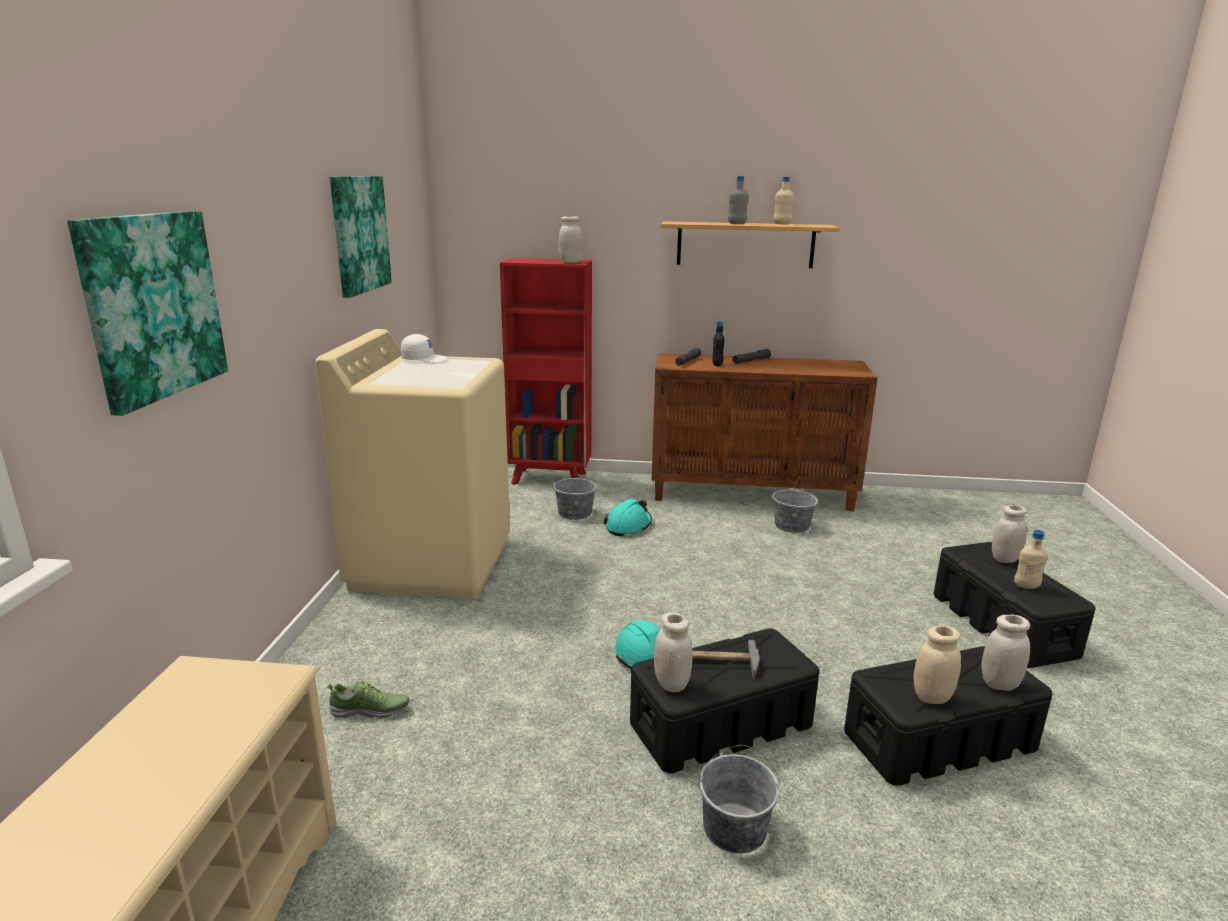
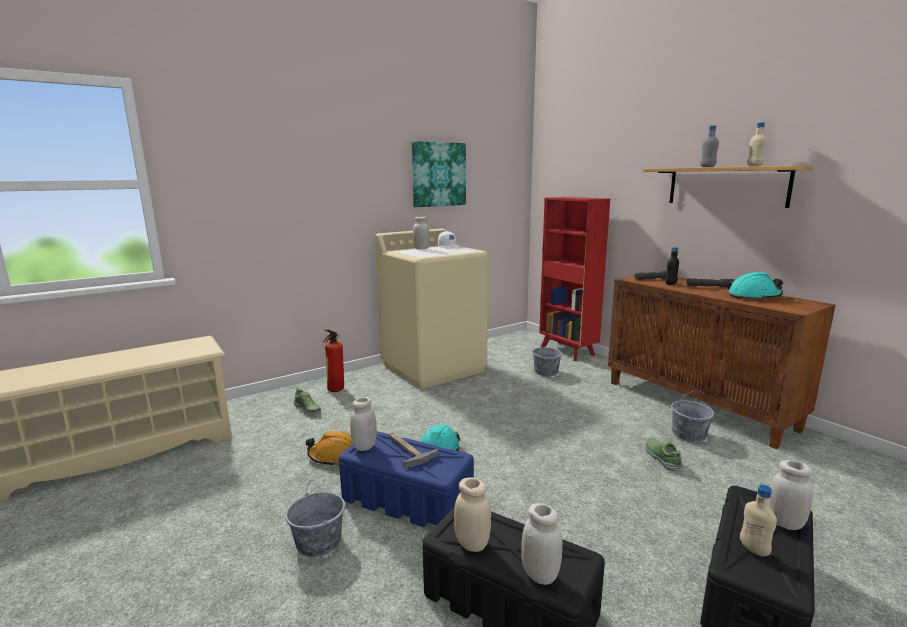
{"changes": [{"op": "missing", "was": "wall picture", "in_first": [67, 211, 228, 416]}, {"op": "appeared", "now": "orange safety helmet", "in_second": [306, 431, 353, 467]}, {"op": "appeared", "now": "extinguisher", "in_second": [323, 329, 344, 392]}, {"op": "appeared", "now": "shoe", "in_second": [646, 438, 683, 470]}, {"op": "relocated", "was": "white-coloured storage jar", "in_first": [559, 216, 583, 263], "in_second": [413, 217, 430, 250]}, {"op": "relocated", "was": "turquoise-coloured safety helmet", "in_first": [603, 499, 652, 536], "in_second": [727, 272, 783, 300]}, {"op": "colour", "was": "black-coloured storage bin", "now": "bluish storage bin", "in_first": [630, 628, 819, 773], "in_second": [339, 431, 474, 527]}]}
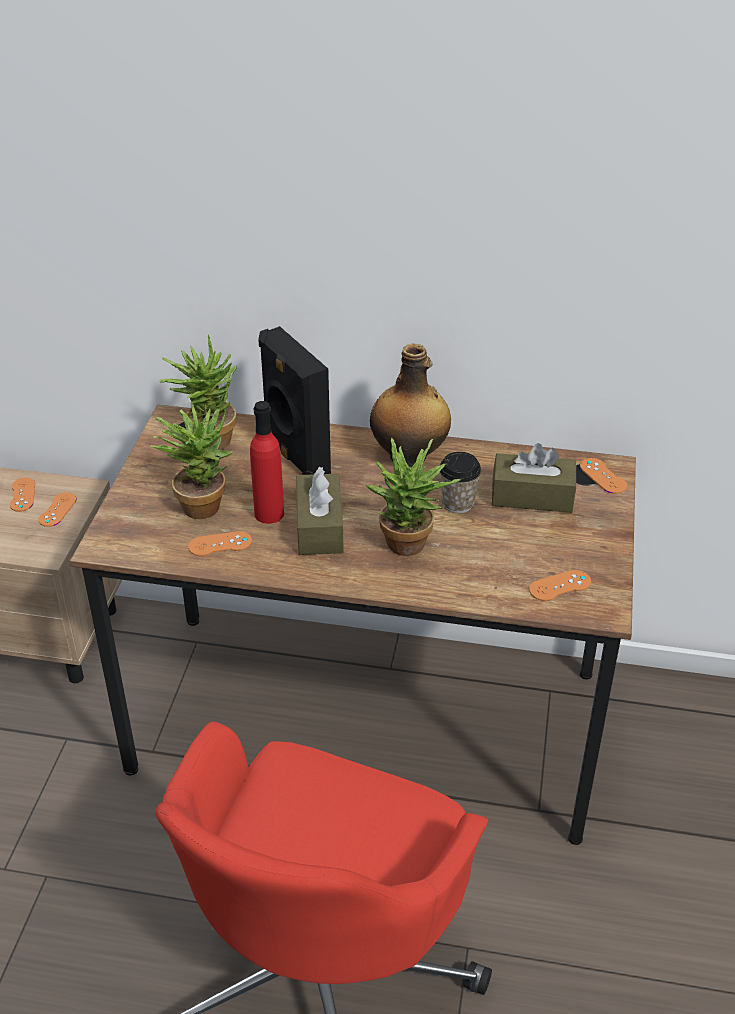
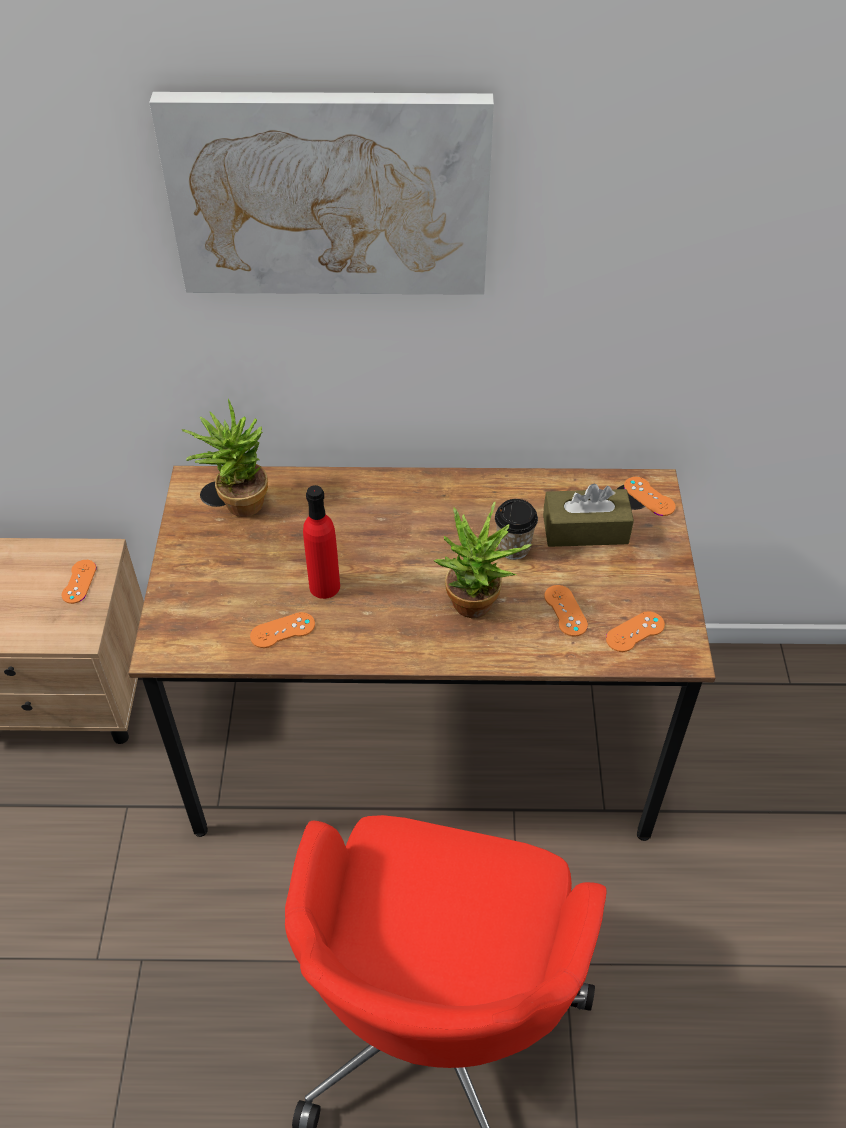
{"changes": [{"op": "missing", "was": "plant in a pot", "in_first": [151, 402, 233, 519]}, {"op": "missing", "was": "black-coloured loudspeaker", "in_first": [258, 326, 331, 475]}, {"op": "missing", "was": "brownish tissue holder", "in_first": [296, 467, 344, 555]}, {"op": "missing", "was": "drink bottle", "in_first": [370, 343, 451, 467]}, {"op": "appeared", "now": "wall picture", "in_second": [149, 92, 494, 295]}, {"op": "relocated", "was": "orange game controller", "in_first": [10, 478, 35, 512], "in_second": [544, 585, 588, 636]}]}
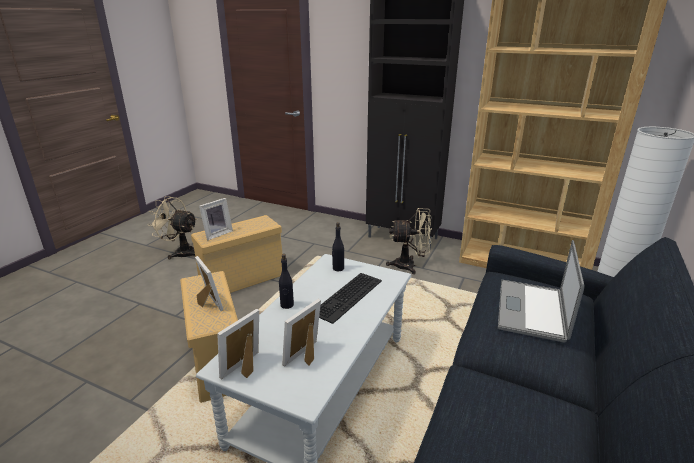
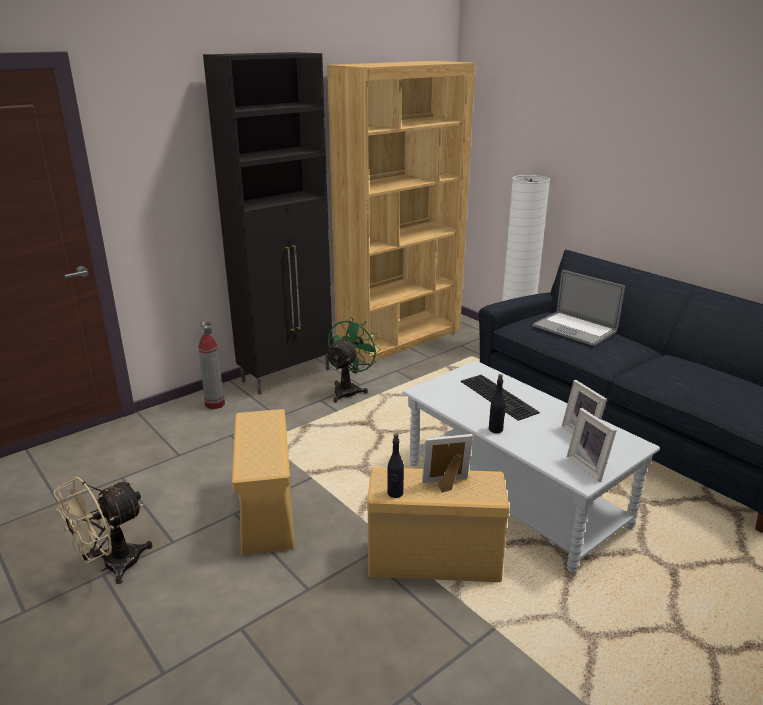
{"changes": [{"op": "missing", "was": "picture frame", "in_first": [199, 198, 233, 240]}, {"op": "appeared", "now": "extinguisher", "in_second": [199, 319, 225, 409]}, {"op": "relocated", "was": "black-coloured drink bottle", "in_first": [332, 222, 344, 271], "in_second": [387, 433, 404, 498]}, {"op": "colour", "was": "beige cooling fan", "now": "green-coloured cooling fan", "in_first": [386, 208, 432, 274], "in_second": [325, 317, 381, 403]}]}
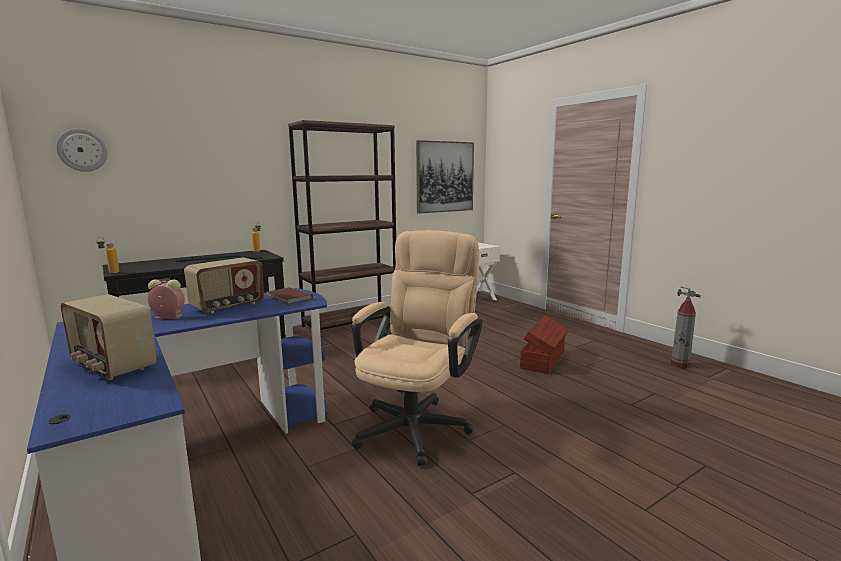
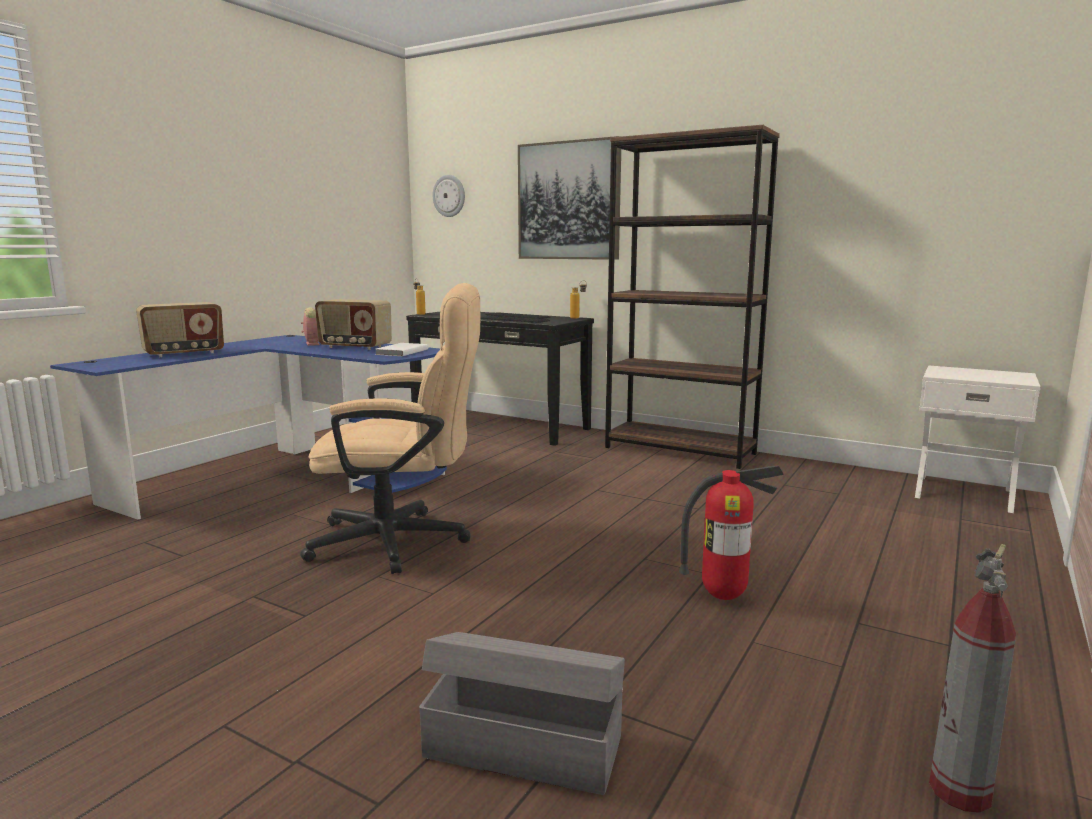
{"changes": [{"op": "appeared", "now": "gray storage bin", "in_second": [419, 632, 625, 795]}, {"op": "relocated", "was": "wall picture", "in_first": [416, 140, 474, 214], "in_second": [518, 136, 621, 260]}, {"op": "exchanged", "was": "brownish storage bin", "now": "extinguisher", "in_first": [520, 315, 569, 374], "in_second": [679, 465, 784, 600]}, {"op": "colour", "was": "brownish bound book", "now": "white-coloured bound book", "in_first": [266, 287, 313, 304], "in_second": [375, 343, 428, 356]}, {"op": "spun", "was": "radio receiver", "in_first": [61, 294, 157, 380], "in_second": [136, 302, 224, 357], "clockwise": -135}]}
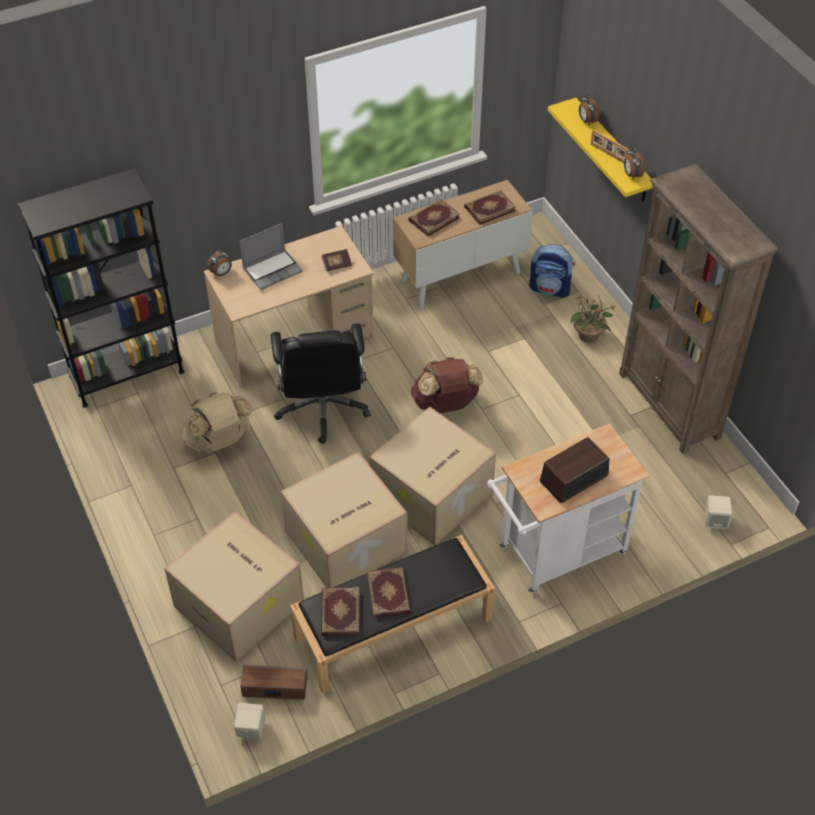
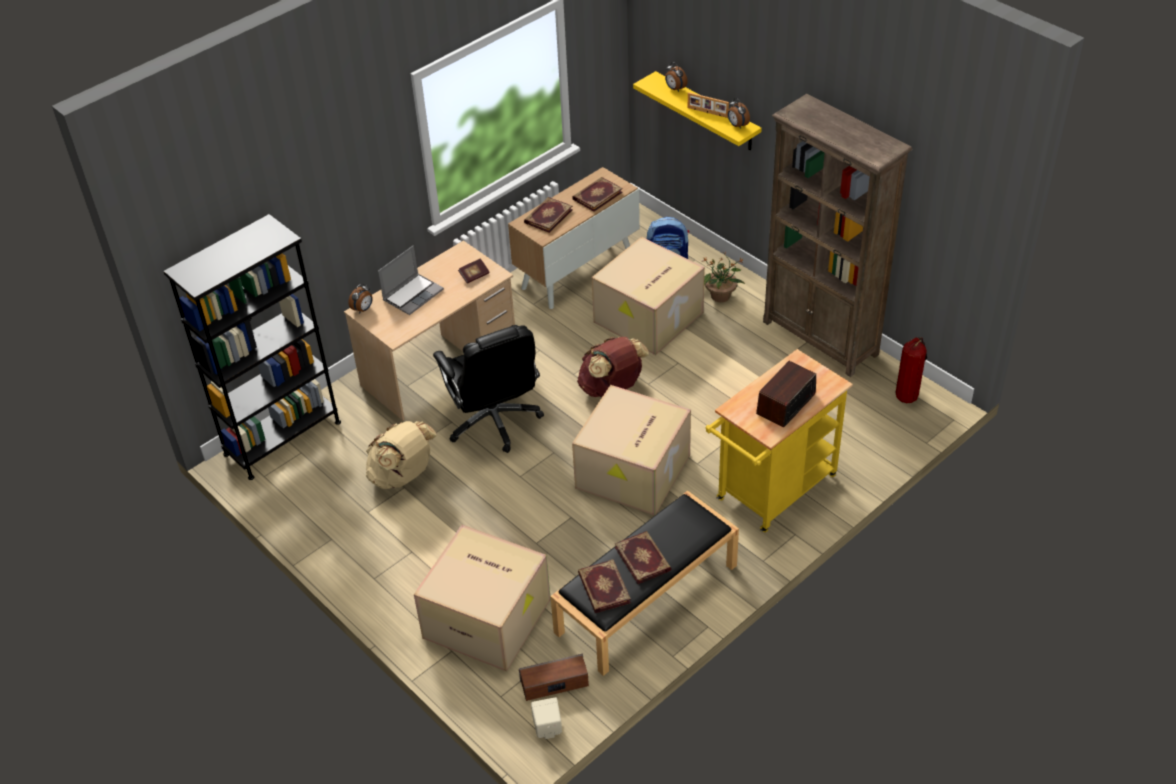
{"changes": [{"op": "missing", "was": "beige loudspeaker", "in_first": [705, 495, 732, 529]}, {"op": "appeared", "now": "extinguisher", "in_second": [896, 337, 927, 403]}, {"op": "relocated", "was": "carton", "in_first": [281, 452, 407, 587], "in_second": [592, 237, 705, 355]}, {"op": "colour", "was": "white-coloured wheeled cart", "now": "yellow wheeled cart", "in_first": [487, 423, 650, 593], "in_second": [706, 349, 853, 533]}]}
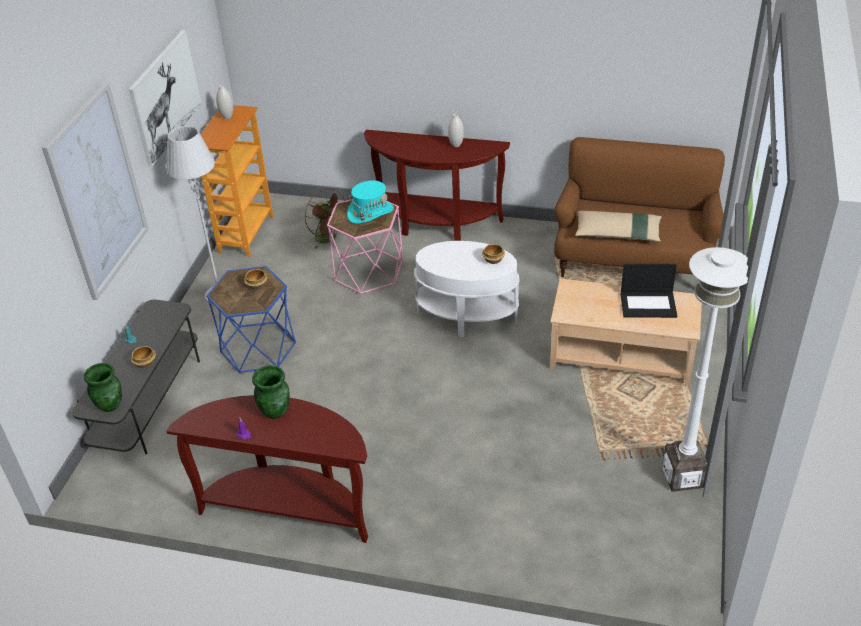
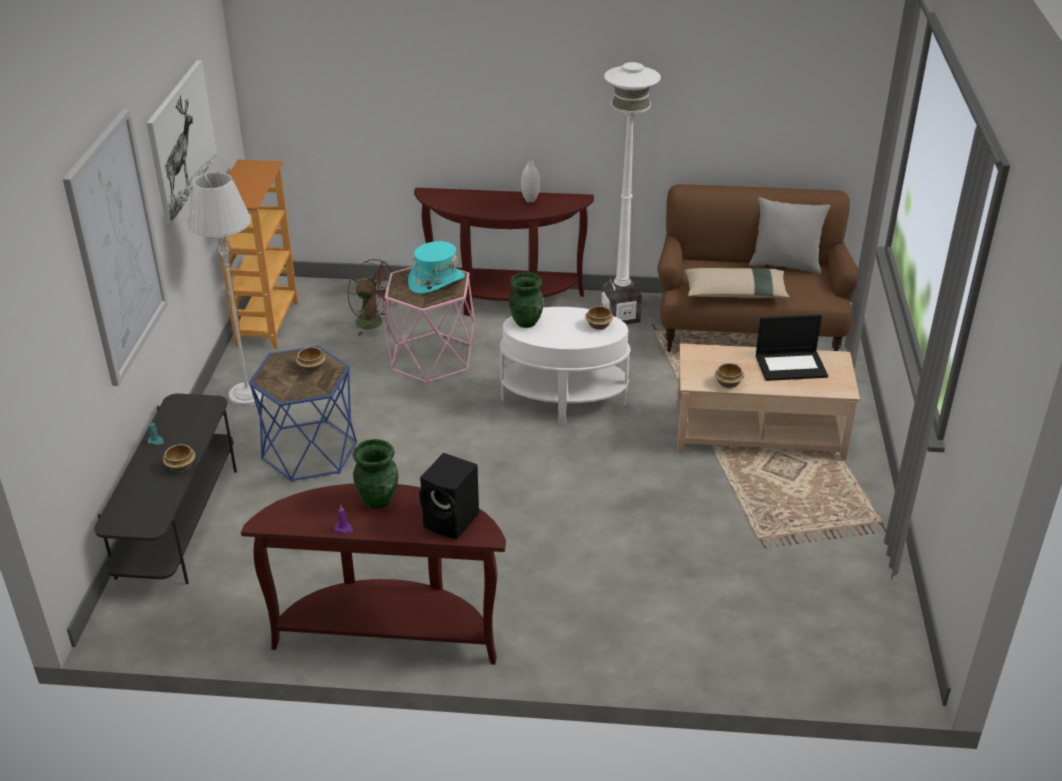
{"changes": [{"op": "missing", "was": "white-coloured flower vase", "in_first": [216, 85, 233, 119]}, {"op": "appeared", "now": "black-coloured loudspeaker", "in_second": [419, 453, 479, 539]}, {"op": "appeared", "now": "serving bowl", "in_second": [715, 363, 744, 388]}, {"op": "appeared", "now": "gray cushion", "in_second": [749, 197, 830, 274]}, {"op": "relocated", "was": "green-coloured flower vase", "in_first": [84, 363, 122, 412], "in_second": [509, 272, 543, 328]}, {"op": "relocated", "was": "white-coloured standing lamp", "in_first": [662, 247, 748, 492], "in_second": [601, 62, 661, 324]}]}
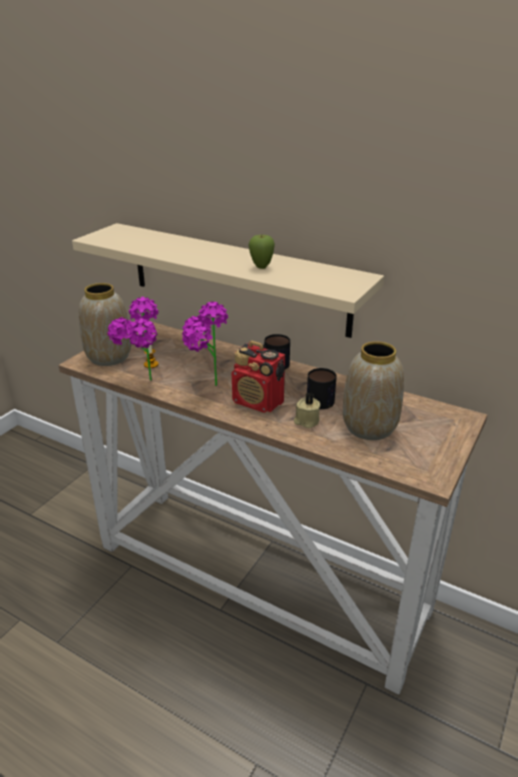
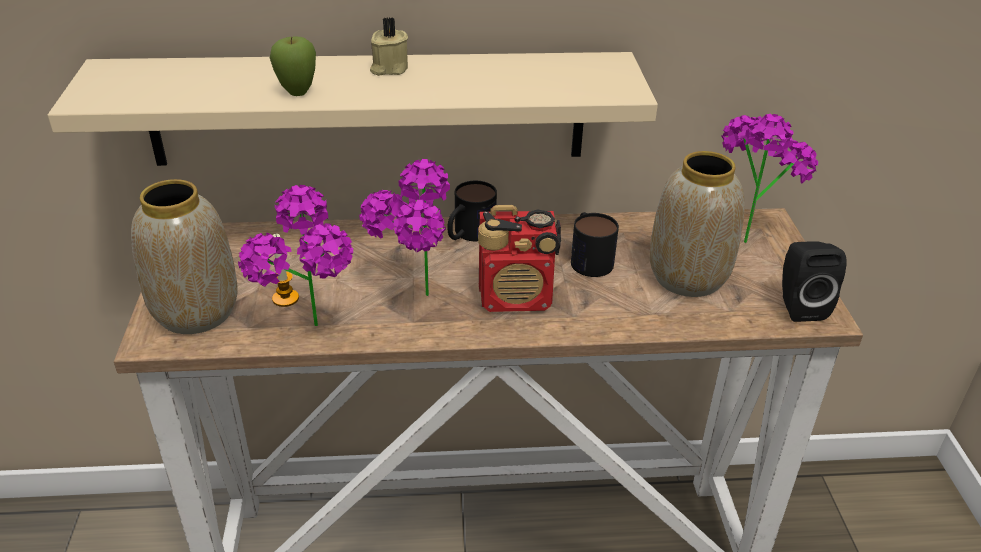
{"changes": [{"op": "appeared", "now": "plant in a pot", "in_second": [721, 114, 818, 243]}, {"op": "appeared", "now": "black-coloured loudspeaker", "in_second": [782, 241, 847, 322]}, {"op": "relocated", "was": "whole apple", "in_first": [249, 235, 275, 269], "in_second": [270, 37, 316, 96]}, {"op": "relocated", "was": "beige wax light", "in_first": [294, 393, 320, 428], "in_second": [370, 17, 408, 76]}]}
